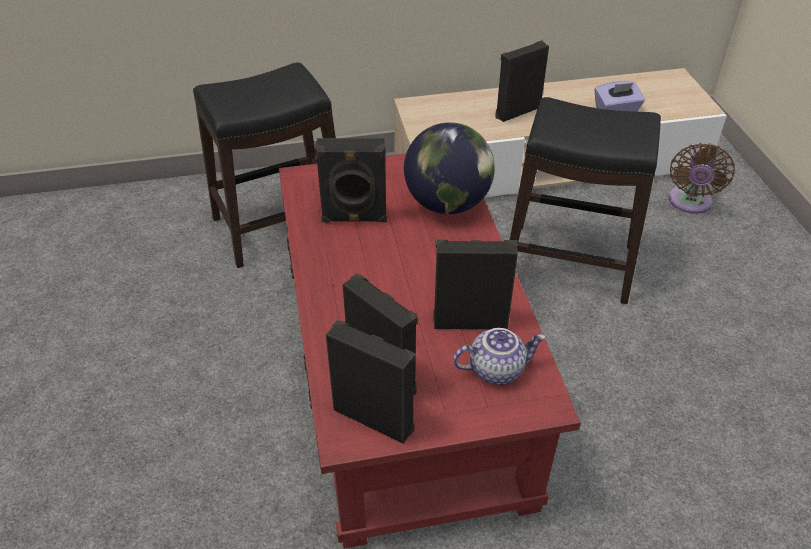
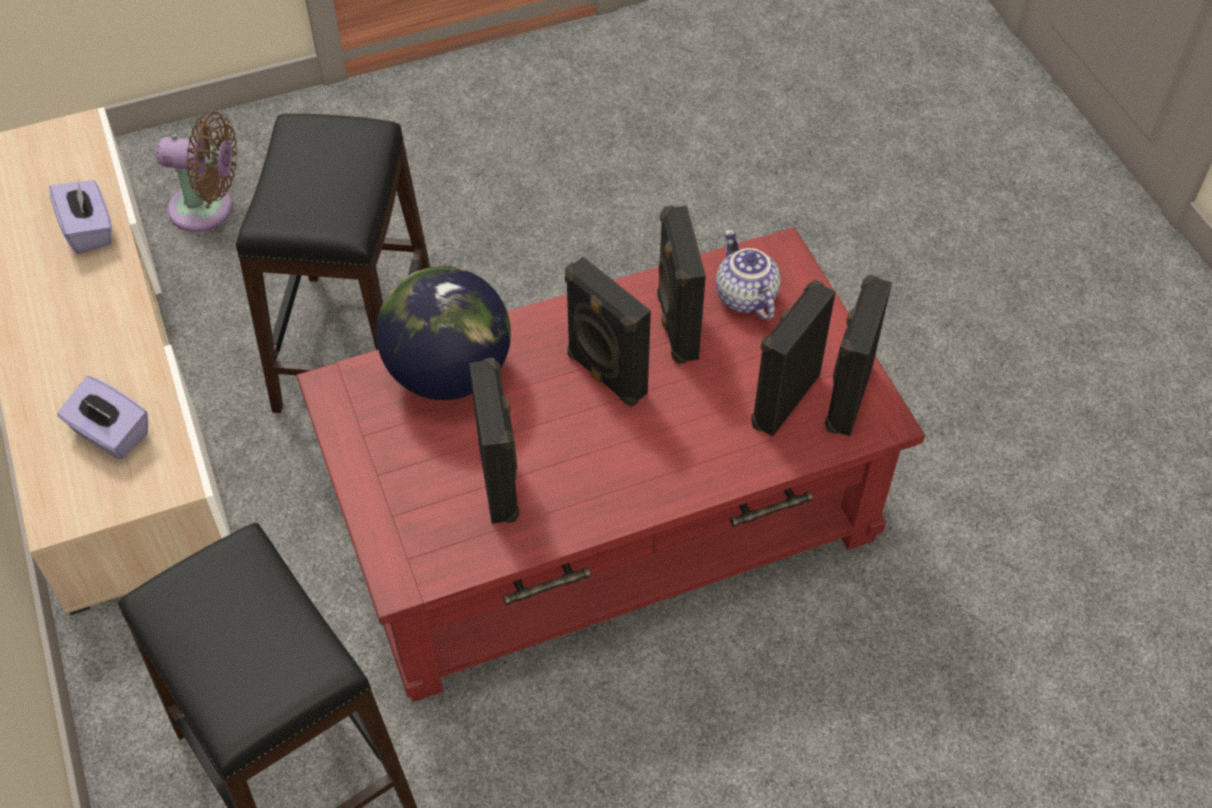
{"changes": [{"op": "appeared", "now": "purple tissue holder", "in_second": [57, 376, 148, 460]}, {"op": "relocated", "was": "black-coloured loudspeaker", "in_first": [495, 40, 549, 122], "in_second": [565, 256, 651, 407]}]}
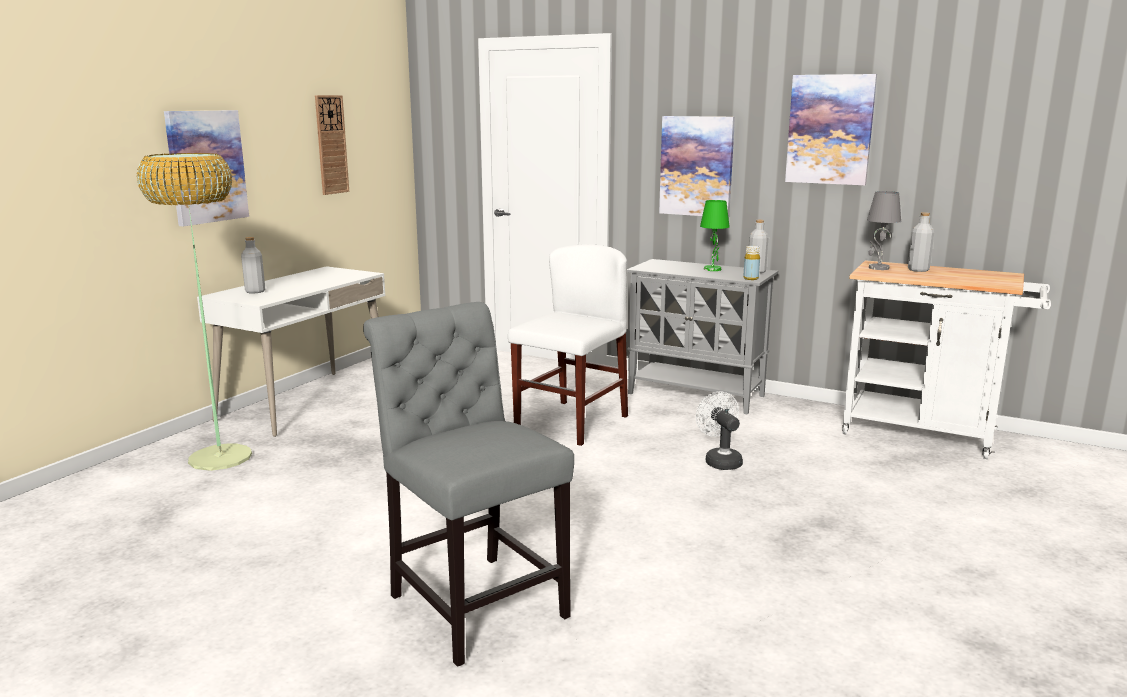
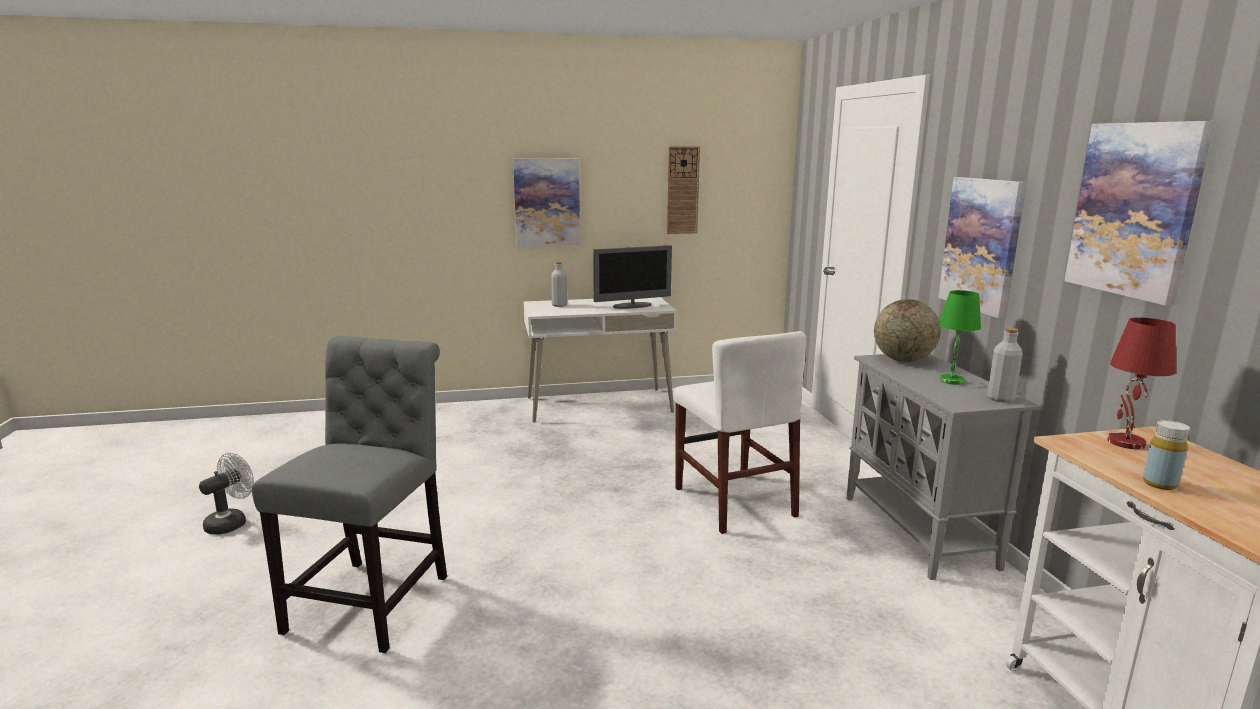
{"changes": [{"op": "missing", "was": "standing lamp", "in_first": [137, 153, 252, 471]}, {"op": "missing", "was": "gray drink bottle", "in_first": [908, 212, 934, 272]}, {"op": "appeared", "now": "monitor", "in_second": [593, 245, 672, 309]}, {"op": "appeared", "now": "world globe", "in_second": [874, 299, 941, 362]}, {"op": "relocated", "was": "white-coloured cooling fan", "in_first": [696, 391, 743, 470], "in_second": [199, 453, 254, 535]}, {"op": "relocated", "was": "yellow drink bottle", "in_first": [743, 246, 760, 280], "in_second": [1143, 420, 1190, 490]}, {"op": "colour", "was": "gray lamp for a table", "now": "red-coloured lamp for a table", "in_first": [867, 191, 901, 270], "in_second": [1107, 318, 1176, 449]}, {"op": "spun", "was": "white-coloured upright chair", "in_first": [508, 244, 628, 446], "in_second": [674, 331, 806, 534], "clockwise": 75}]}
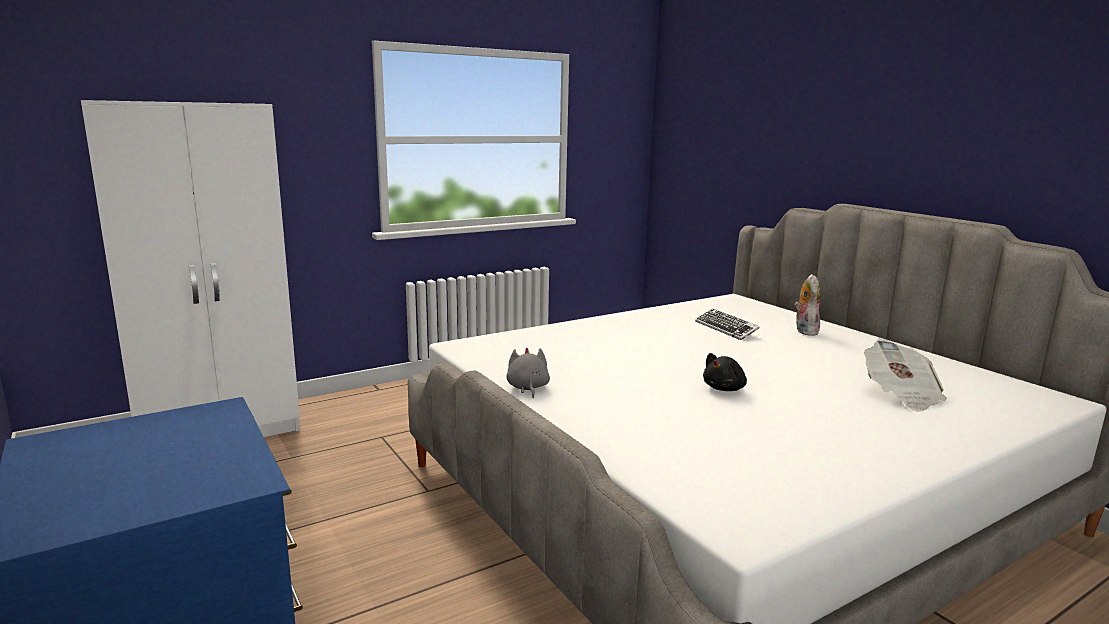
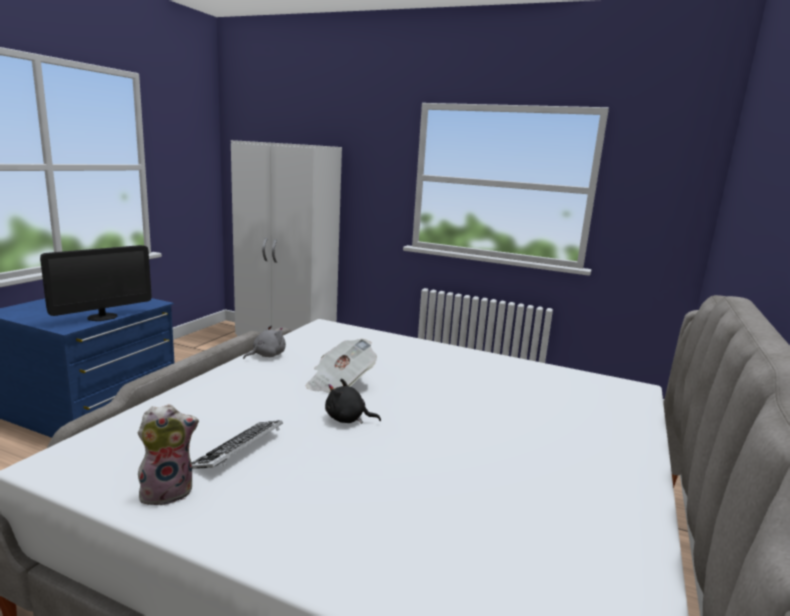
{"changes": [{"op": "appeared", "now": "monitor", "in_second": [40, 245, 151, 321]}, {"op": "relocated", "was": "keyboard", "in_first": [695, 309, 760, 340], "in_second": [192, 420, 283, 469]}, {"op": "relocated", "was": "plush toy", "in_first": [794, 274, 820, 336], "in_second": [138, 404, 199, 505]}, {"op": "relocated", "was": "printed paper", "in_first": [864, 339, 947, 412], "in_second": [305, 339, 377, 393]}]}
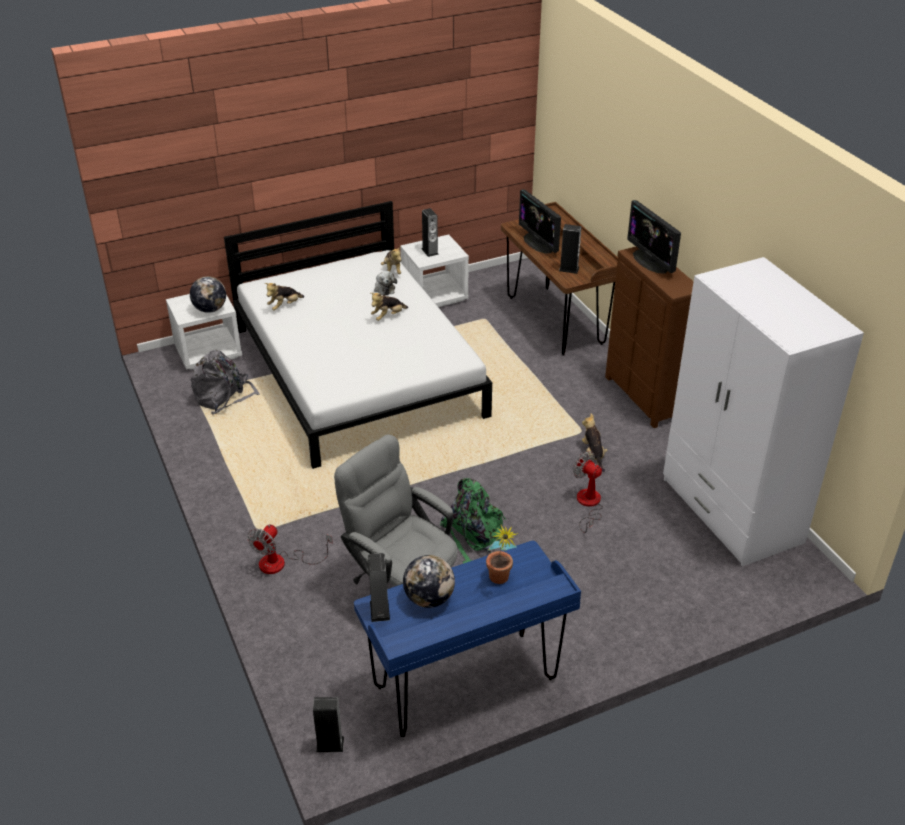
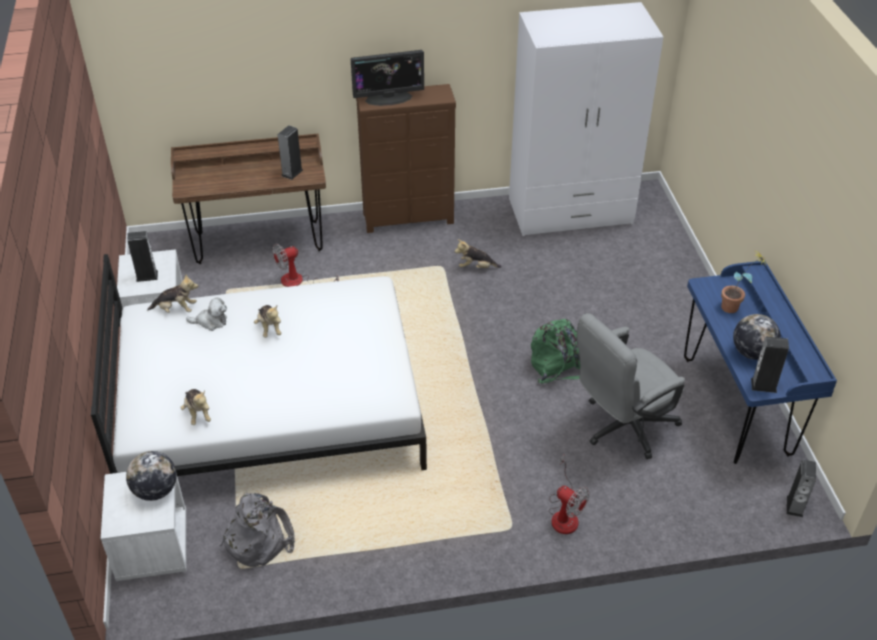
{"changes": [{"op": "missing", "was": "monitor", "in_first": [519, 189, 561, 253]}, {"op": "relocated", "was": "cooling fan", "in_first": [573, 451, 603, 533], "in_second": [272, 244, 339, 287]}]}
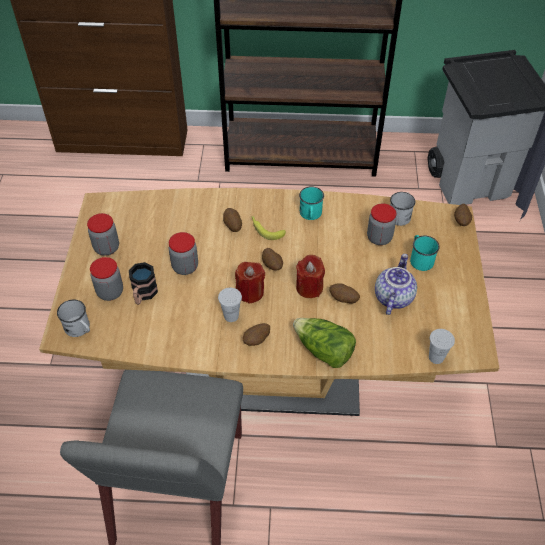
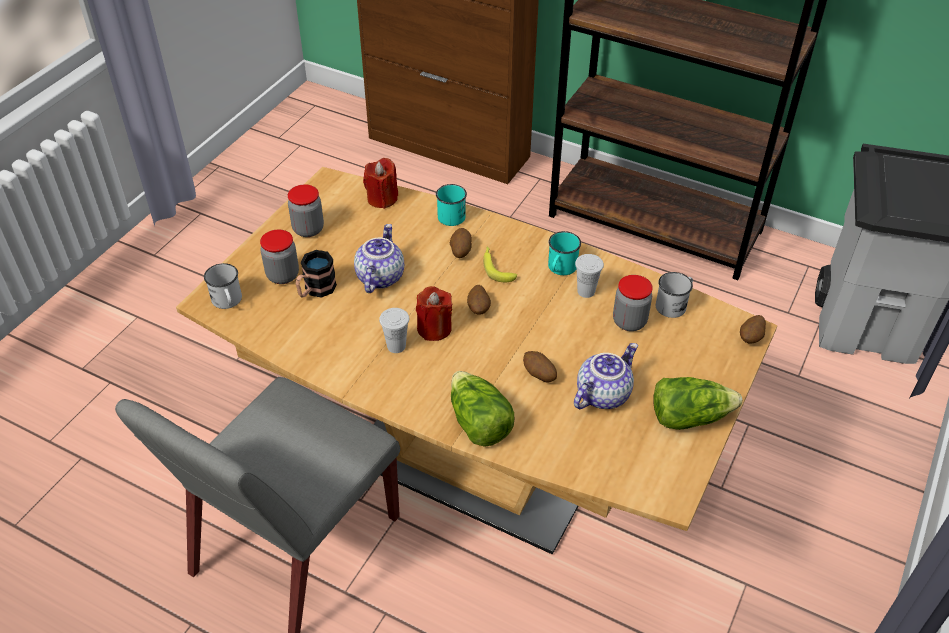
{"changes": [{"op": "missing", "was": "potato", "in_first": [243, 323, 270, 346]}, {"op": "appeared", "now": "lettuce head", "in_second": [653, 377, 742, 430]}, {"op": "relocated", "was": "red-coloured wax light", "in_first": [296, 255, 325, 298], "in_second": [363, 158, 398, 209]}, {"op": "relocated", "was": "turquoise-coloured tea mug", "in_first": [410, 235, 439, 271], "in_second": [436, 184, 467, 226]}, {"op": "relocated", "was": "white-coloured cup", "in_first": [429, 329, 455, 364], "in_second": [575, 254, 604, 298]}, {"op": "exchanged", "was": "storage jar", "now": "tea pot", "in_first": [169, 232, 198, 275], "in_second": [354, 224, 404, 293]}]}
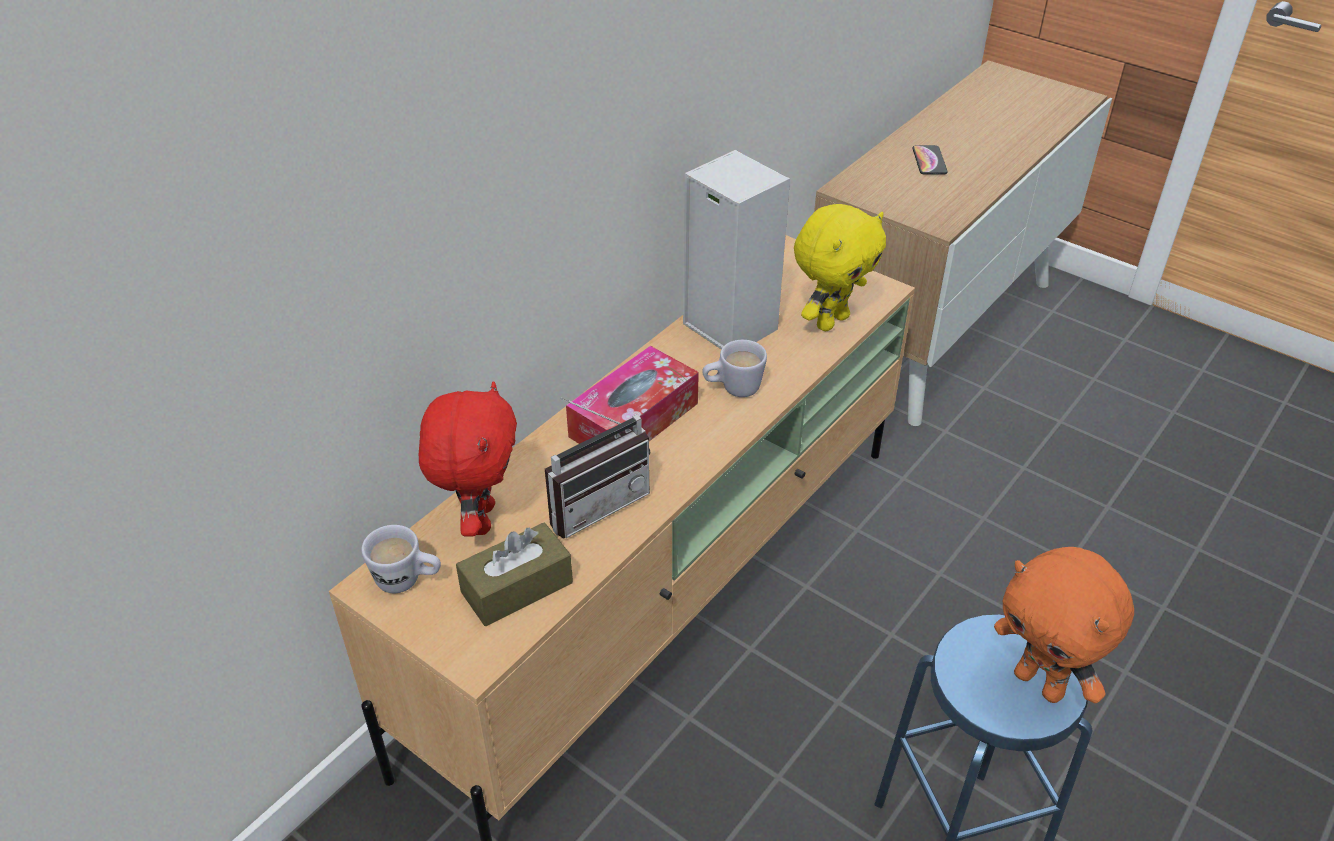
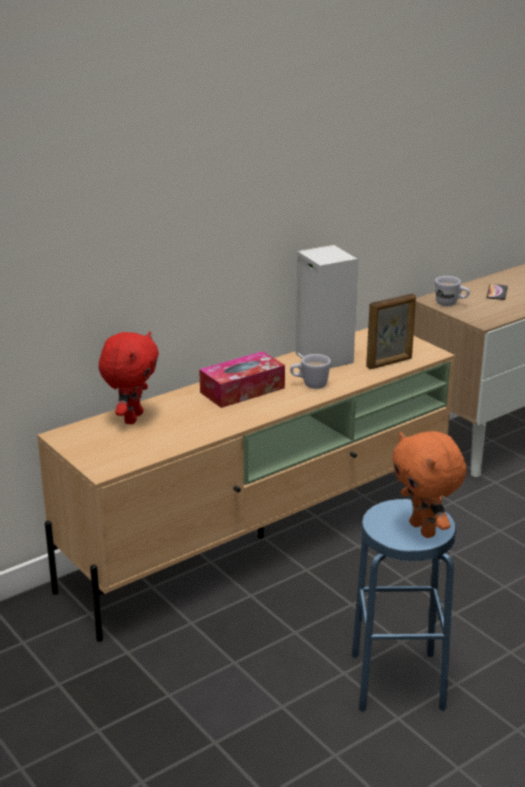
{"changes": [{"op": "missing", "was": "brownish tissue holder", "in_first": [456, 522, 573, 626]}, {"op": "missing", "was": "radio receiver", "in_first": [545, 397, 651, 539]}, {"op": "relocated", "was": "white-coloured tea mug", "in_first": [361, 525, 441, 593], "in_second": [435, 276, 470, 306]}, {"op": "exchanged", "was": "yellow plush toy", "now": "picture frame", "in_first": [794, 204, 886, 331], "in_second": [366, 293, 416, 369]}]}
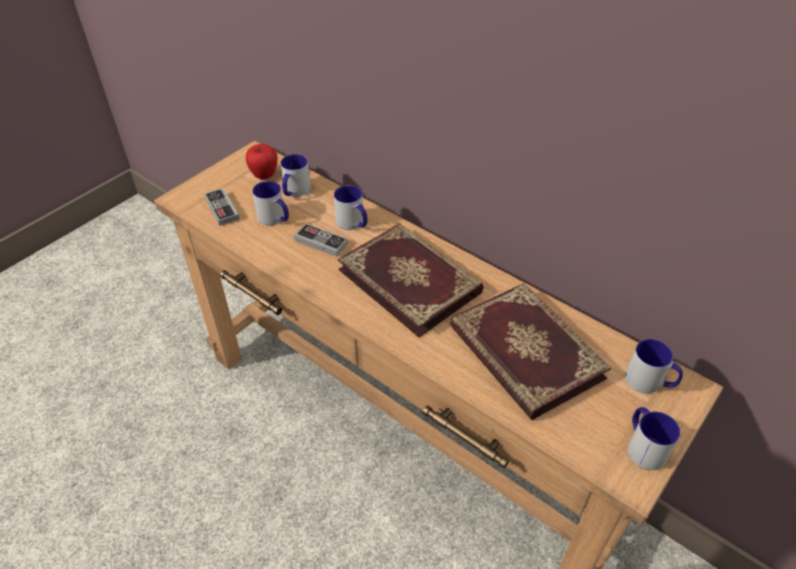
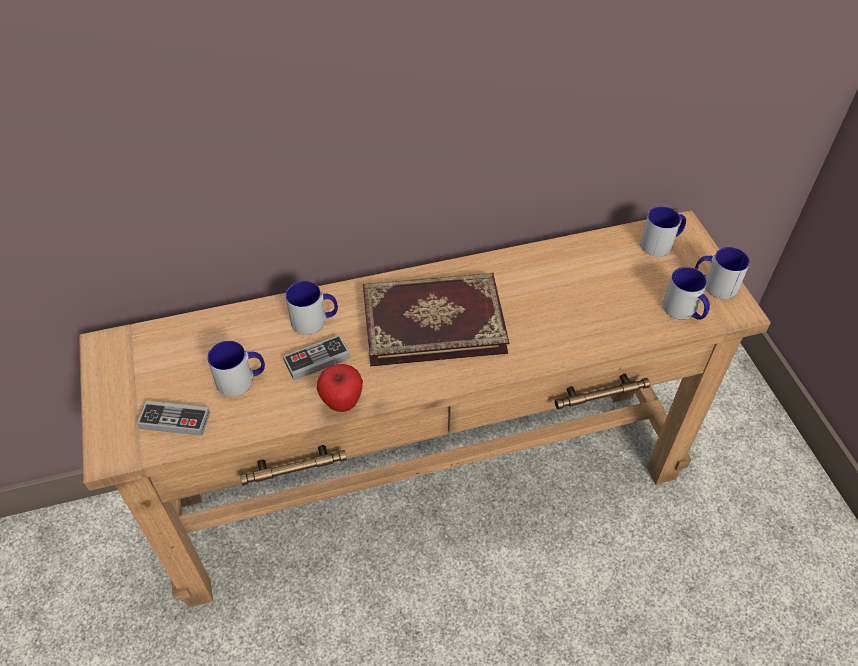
{"changes": [{"op": "missing", "was": "bound book", "in_first": [450, 283, 611, 420]}, {"op": "relocated", "was": "whole apple", "in_first": [246, 144, 278, 180], "in_second": [317, 364, 363, 412]}, {"op": "relocated", "was": "tea mug", "in_first": [281, 154, 311, 197], "in_second": [662, 267, 710, 320]}]}
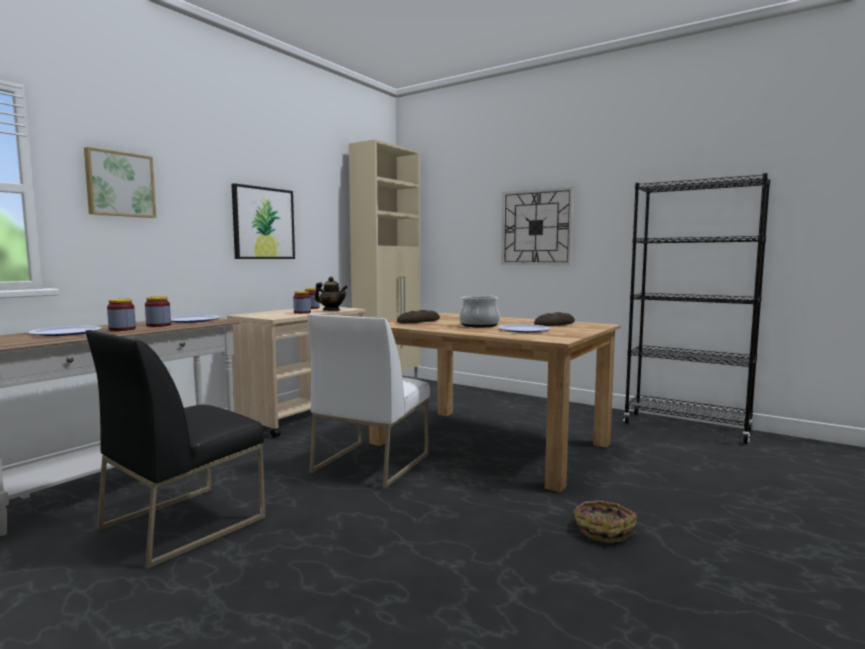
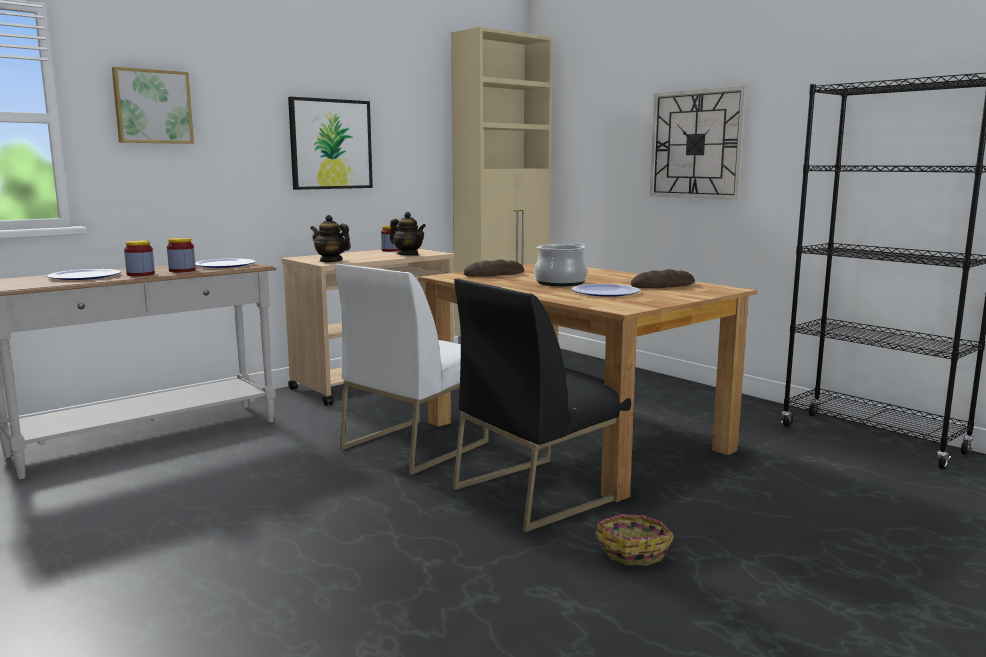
{"changes": [{"op": "missing", "was": "storage jar", "in_first": [293, 291, 311, 314]}, {"op": "appeared", "now": "tea pot", "in_second": [310, 215, 351, 262]}, {"op": "relocated", "was": "black-coloured upright chair", "in_first": [86, 330, 265, 569], "in_second": [453, 279, 631, 532]}]}
